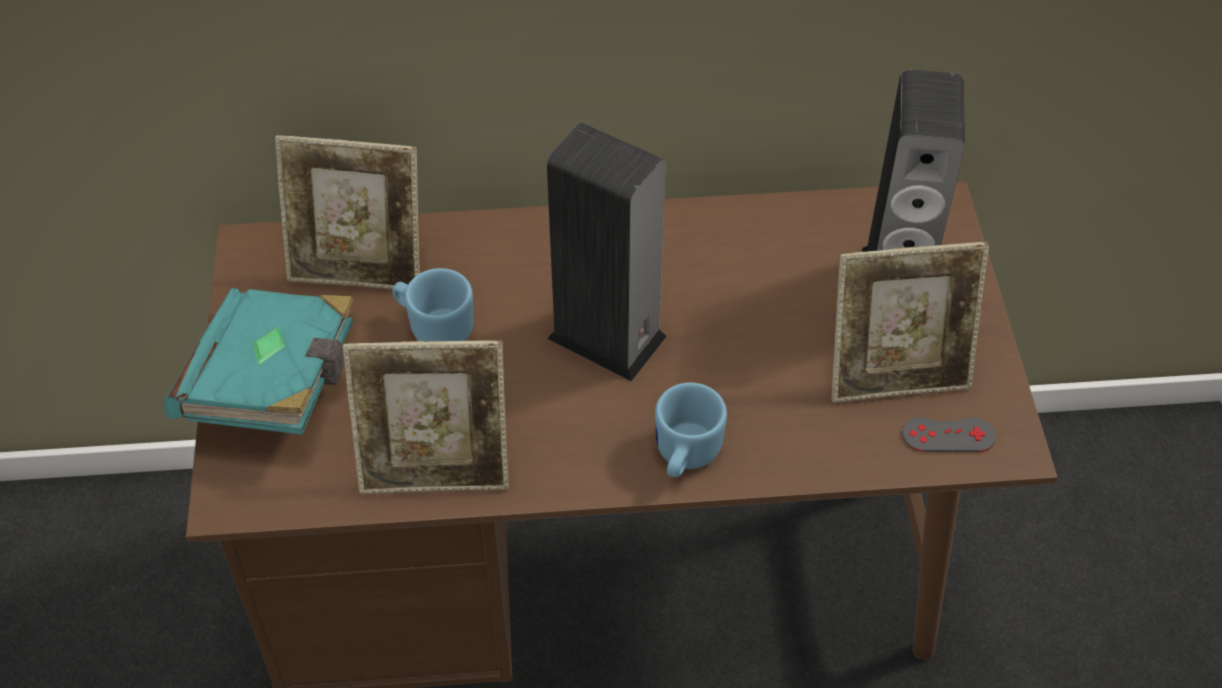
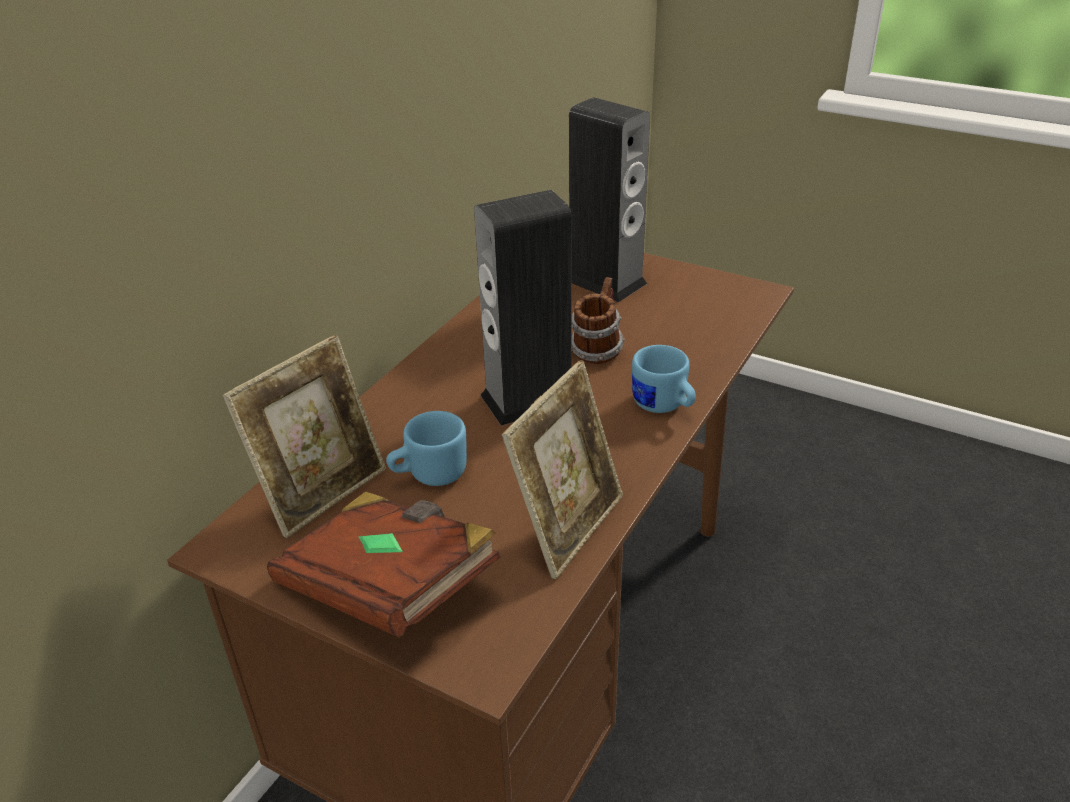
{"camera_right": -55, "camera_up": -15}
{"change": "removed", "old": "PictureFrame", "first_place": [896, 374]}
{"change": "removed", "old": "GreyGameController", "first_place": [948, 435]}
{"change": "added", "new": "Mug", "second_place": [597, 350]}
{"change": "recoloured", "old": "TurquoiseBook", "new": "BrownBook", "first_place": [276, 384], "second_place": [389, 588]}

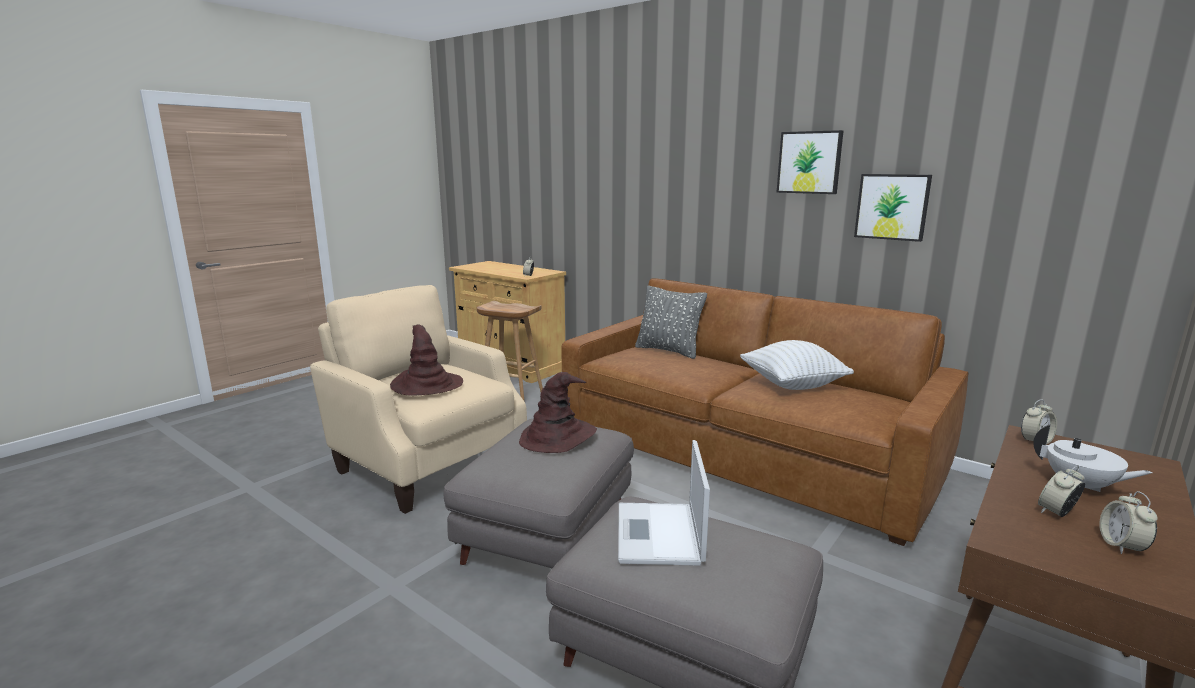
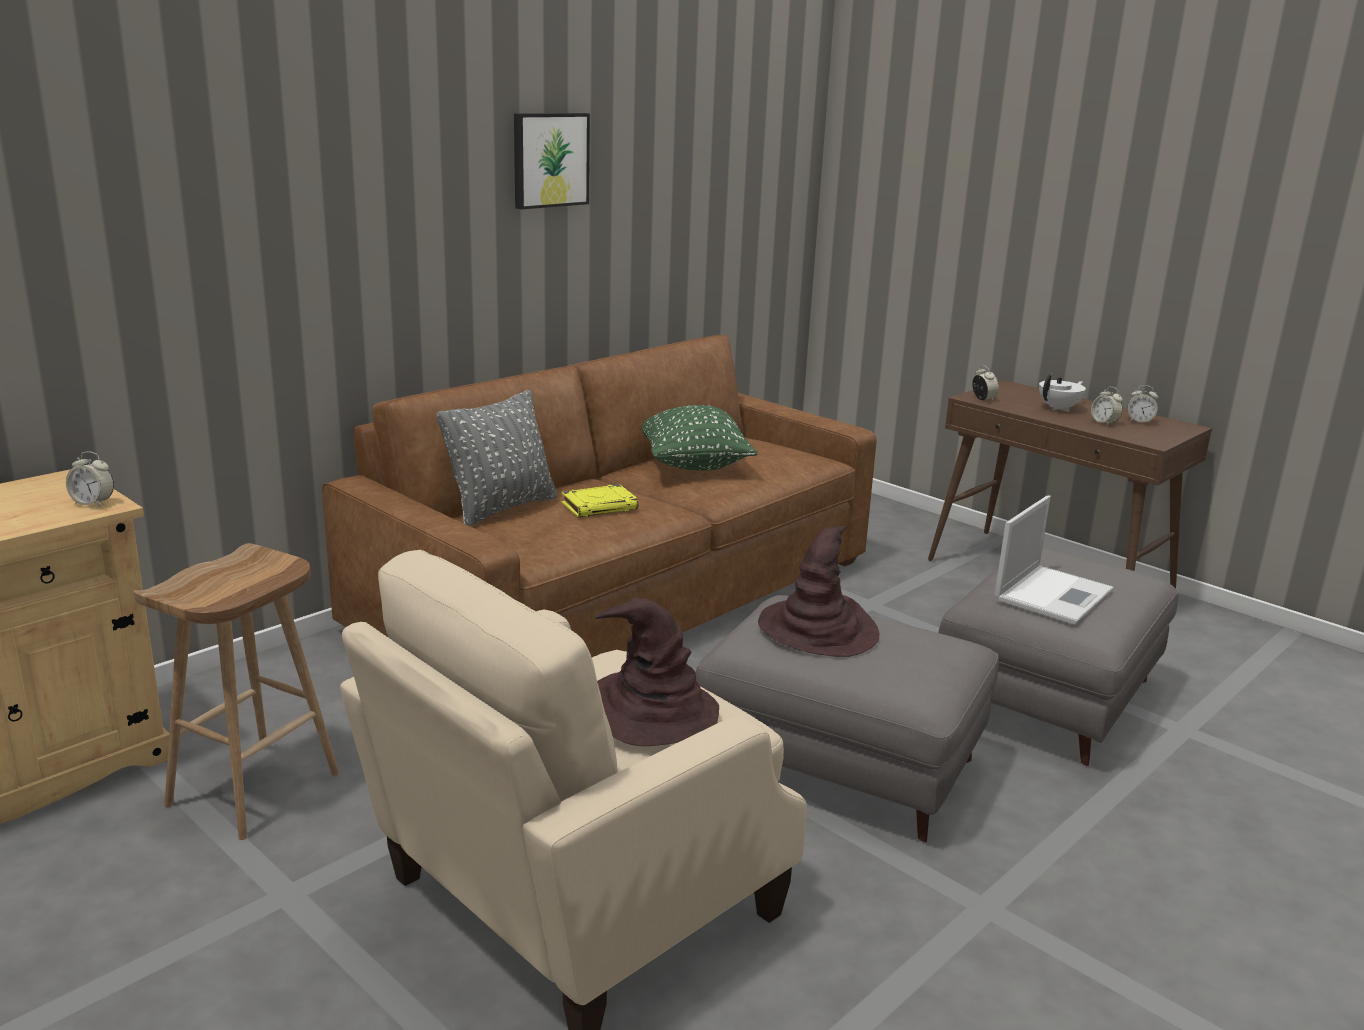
{"camera_right": -85, "camera_up": 5}
{"change": "removed", "old": "Picture", "first_place": [892, 206]}
{"change": "added", "new": "YellowBook", "second_place": [600, 506]}
{"change": "recoloured", "old": "WhitePillow", "new": "GreenPillow", "first_place": [792, 384], "second_place": [693, 465]}
{"change": "turned", "old": "Laptop", "first_place": [659, 535], "second_place": [1054, 594], "degrees": -60}

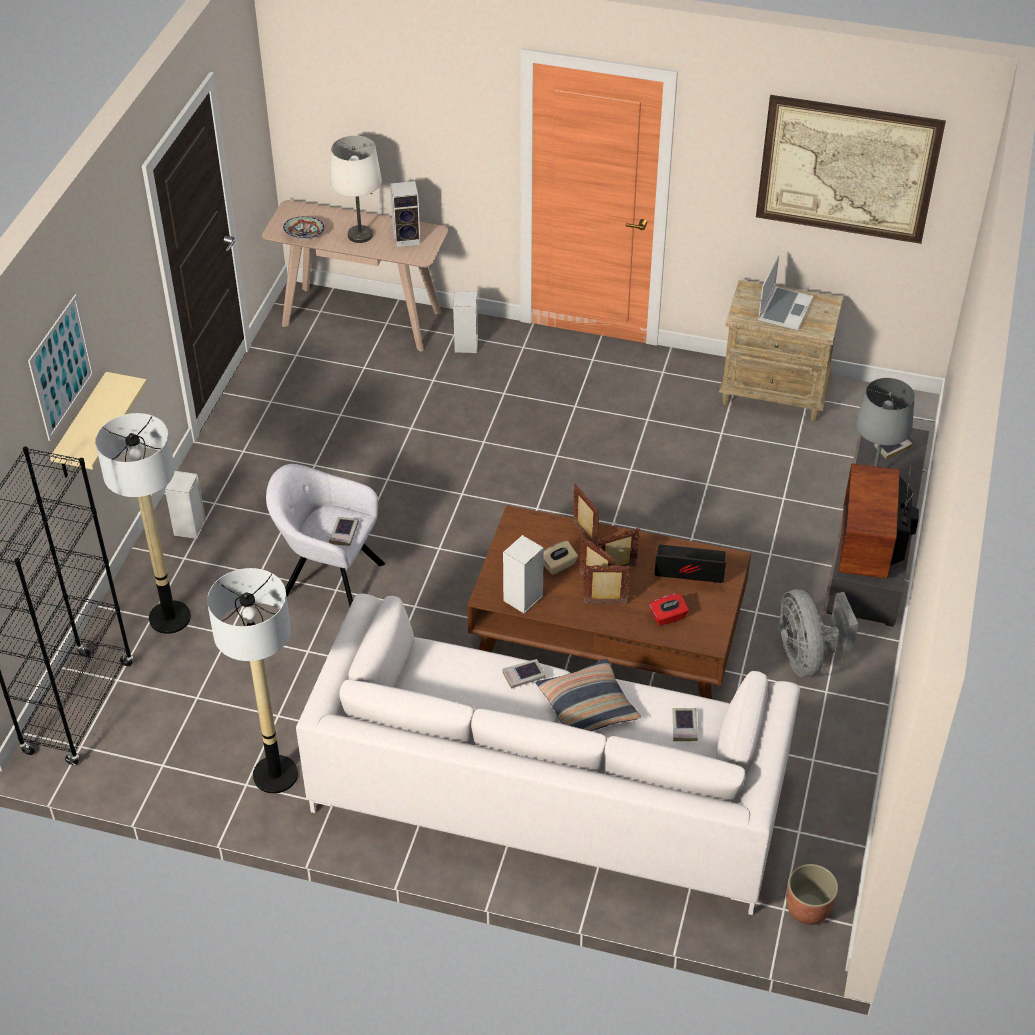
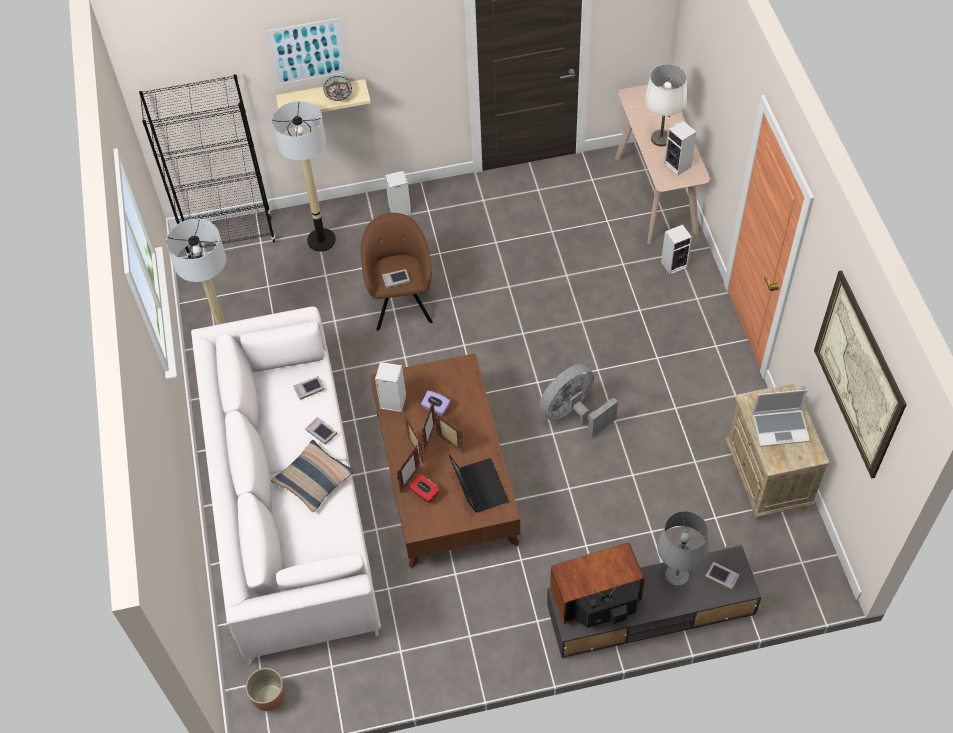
{"camera_right": 65, "camera_up": 10}
{"change": "moved", "old": "Bowl", "first_place": [304, 236], "second_place": [339, 95]}
{"change": "moved", "old": "PictureFrame", "first_place": [584, 535], "second_place": [409, 480]}
{"change": "moved", "old": "Book", "first_place": [684, 726], "second_place": [309, 389]}
{"change": "moved", "old": "GreyFan", "first_place": [806, 657], "second_place": [573, 414]}
{"change": "recoloured", "old": "GreyArmchair", "new": "BrownArmchair", "first_place": [328, 578], "second_place": [400, 300]}
{"change": "recoloured", "old": "BeigeTissueBox", "new": "PurpleTissueBox", "first_place": [558, 565], "second_place": [436, 408]}

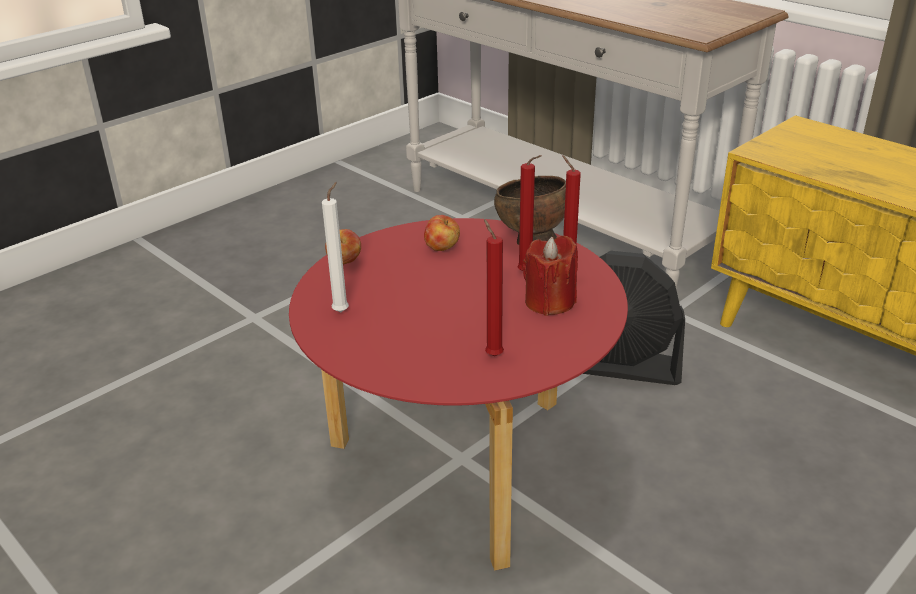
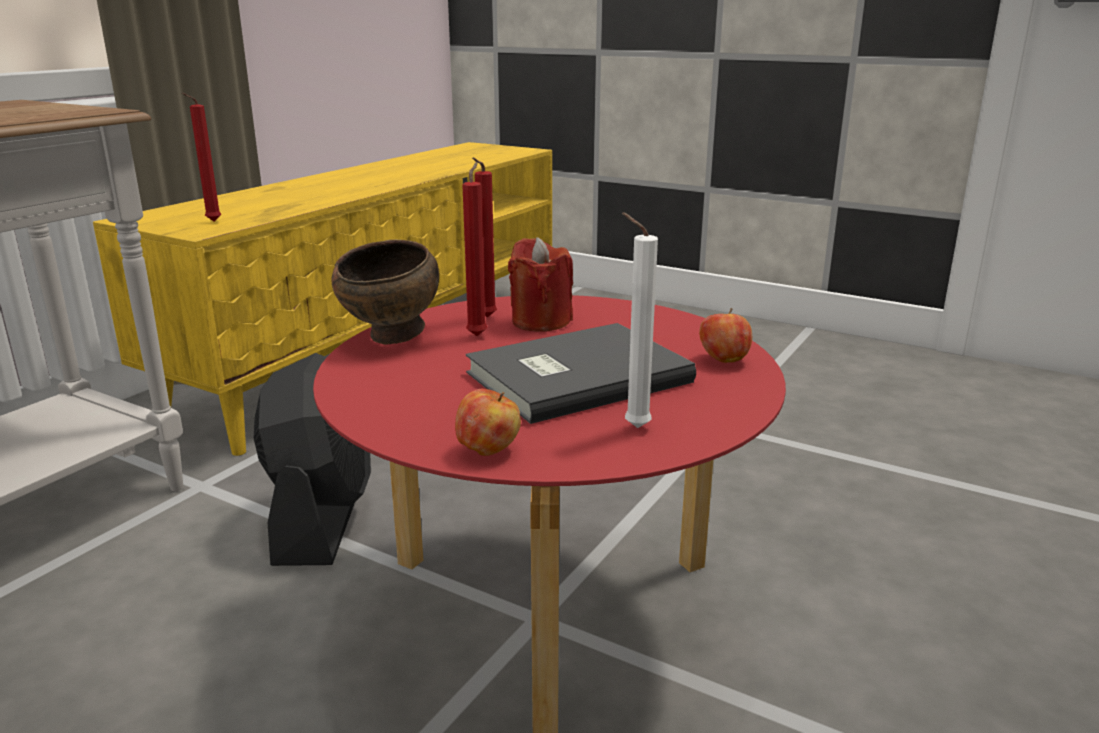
{"camera_right": -105, "camera_up": -10}
{"change": "added", "new": "GreyBook", "second_place": [573, 376]}
{"change": "moved", "old": "Apple", "first_place": [442, 248], "second_place": [723, 360]}
{"change": "moved", "old": "RedCandle", "first_place": [492, 354], "second_place": [211, 222]}

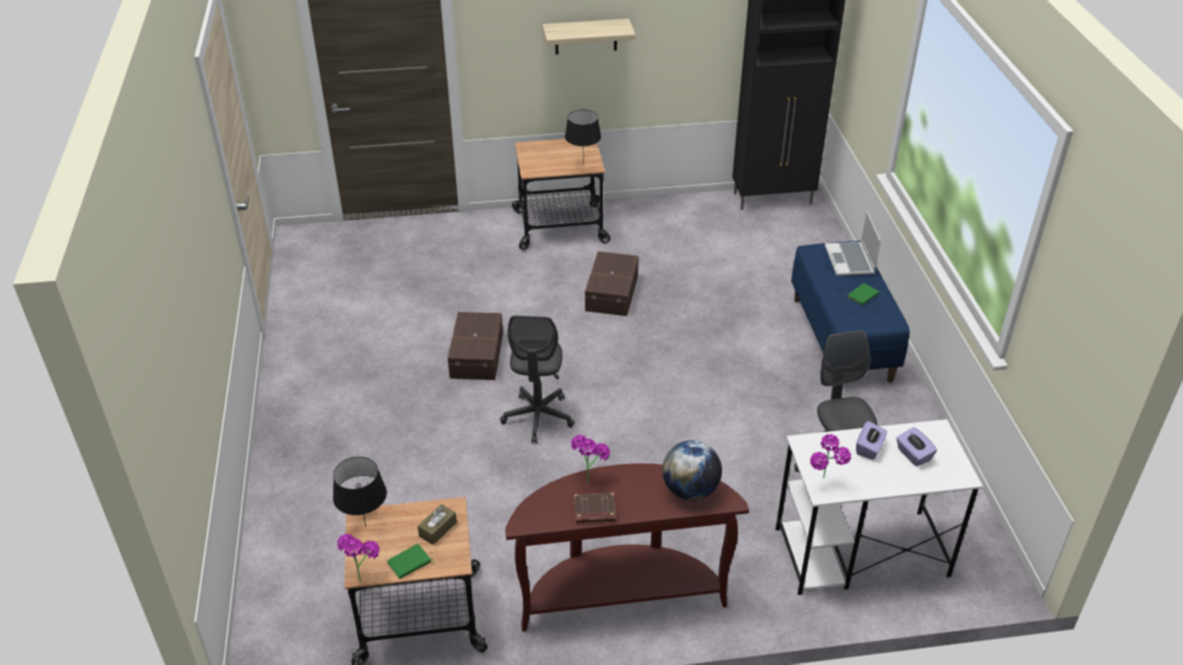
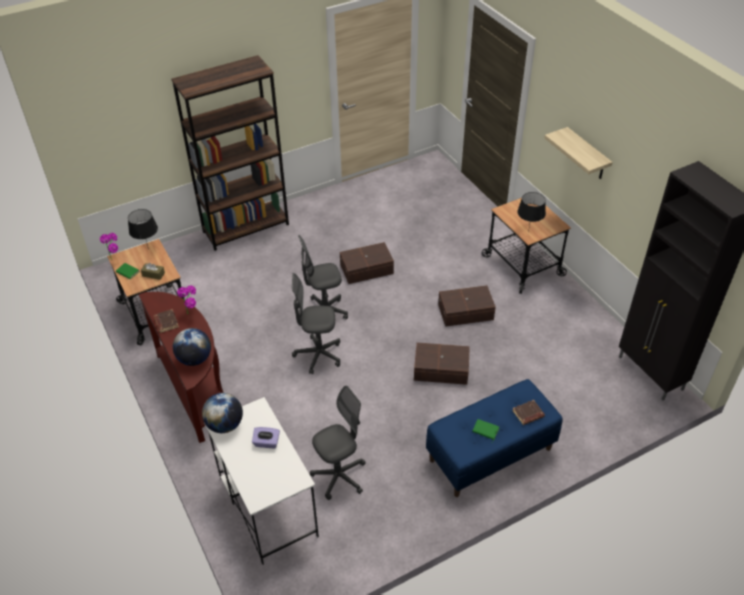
{"camera_right": 70, "camera_up": 5}
{"change": "removed", "old": "PurpleTissueBox", "first_place": [913, 455]}
{"change": "added", "new": "BrownBookcase", "second_place": [246, 228]}
{"change": "added", "new": "GreyOfficeChair", "second_place": [318, 355]}
{"change": "added", "new": "BrownStorageBox", "second_place": [441, 370]}
{"change": "replaced", "old": "PottedPlant", "new": "Globe", "first_place": [825, 483], "second_place": [225, 425]}
{"change": "replaced", "old": "Laptop", "new": "BrownBook", "first_place": [850, 261], "second_place": [528, 414]}

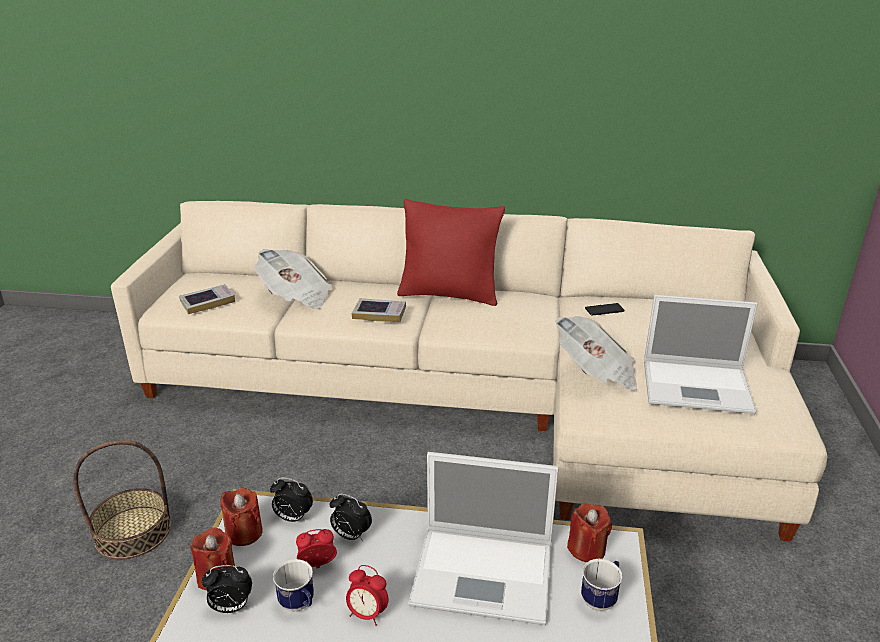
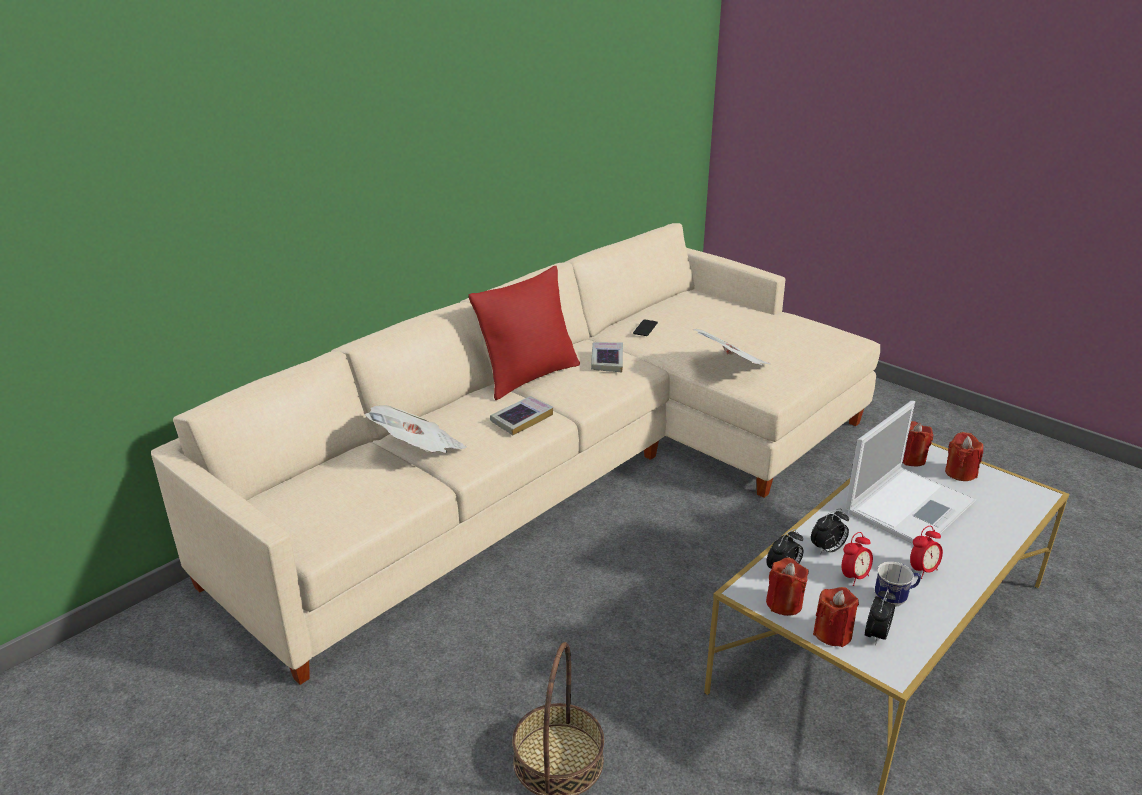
{"camera_right": -55, "camera_up": 0}
{"change": "removed", "old": "Laptop", "first_place": [698, 386]}
{"change": "moved", "old": "Book", "first_place": [207, 302], "second_place": [607, 361]}
{"change": "replaced", "old": "Mug", "new": "RedCandle", "first_place": [601, 598], "second_place": [960, 473]}
{"change": "turned", "old": "AlarmClock", "first_place": [317, 566], "second_place": [854, 577], "degrees": -150}

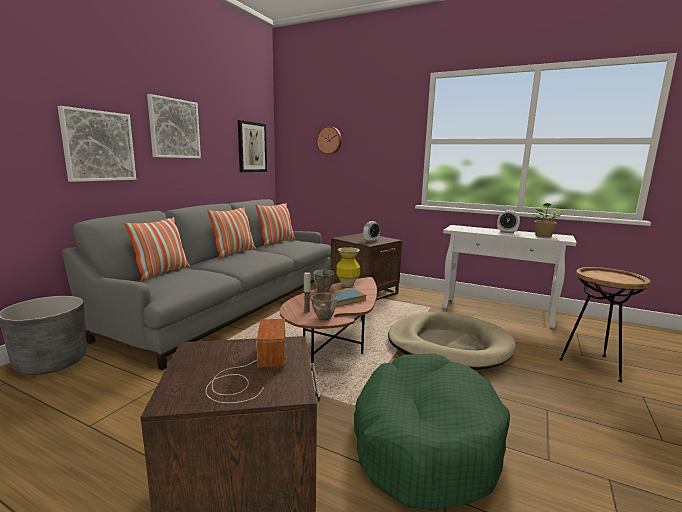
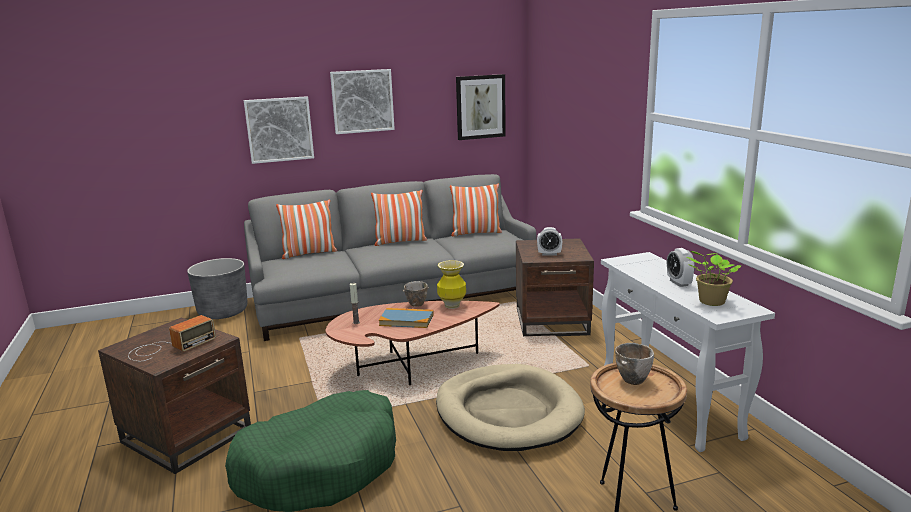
{"camera_right": 45, "camera_up": 5}
{"change": "removed", "old": "WallClock", "first_place": [329, 140]}
{"change": "moved", "old": "Bowl", "first_place": [324, 317], "second_place": [634, 380]}

